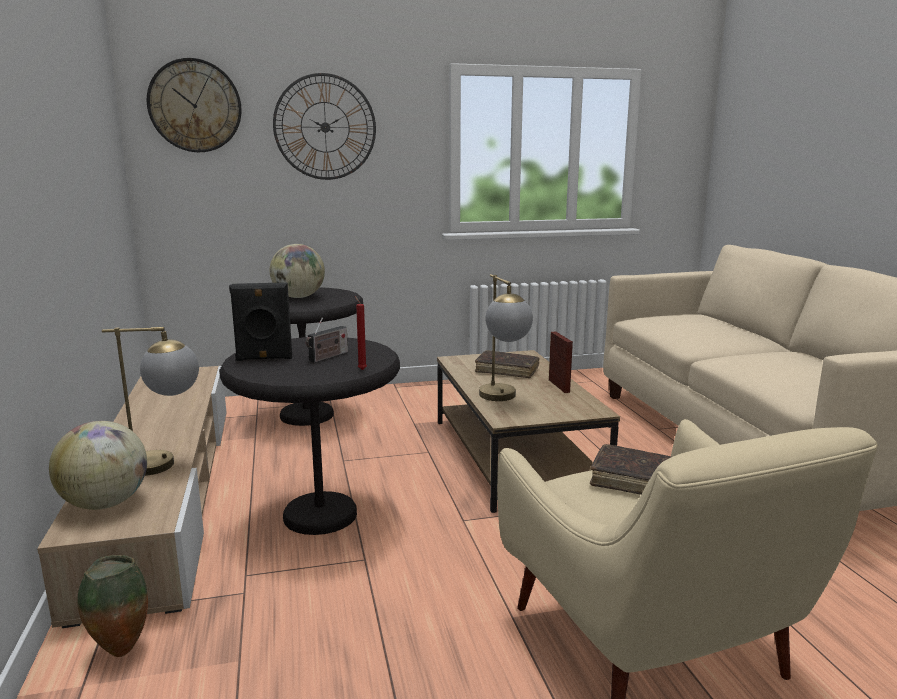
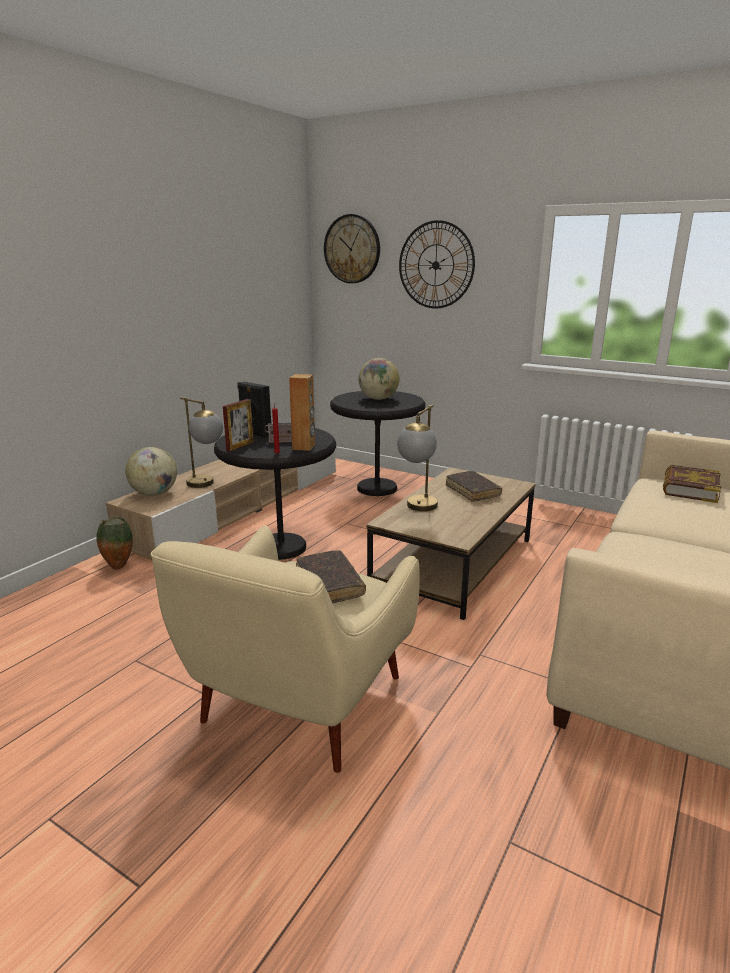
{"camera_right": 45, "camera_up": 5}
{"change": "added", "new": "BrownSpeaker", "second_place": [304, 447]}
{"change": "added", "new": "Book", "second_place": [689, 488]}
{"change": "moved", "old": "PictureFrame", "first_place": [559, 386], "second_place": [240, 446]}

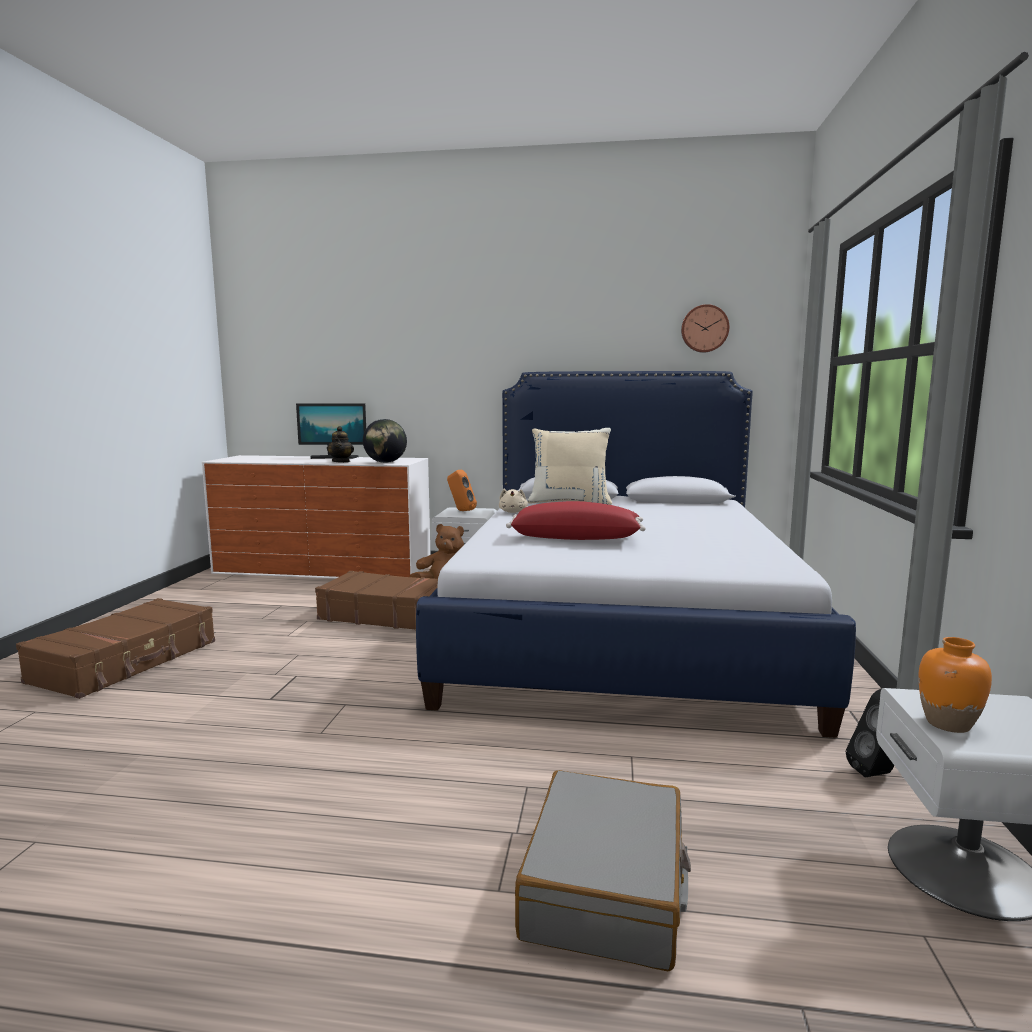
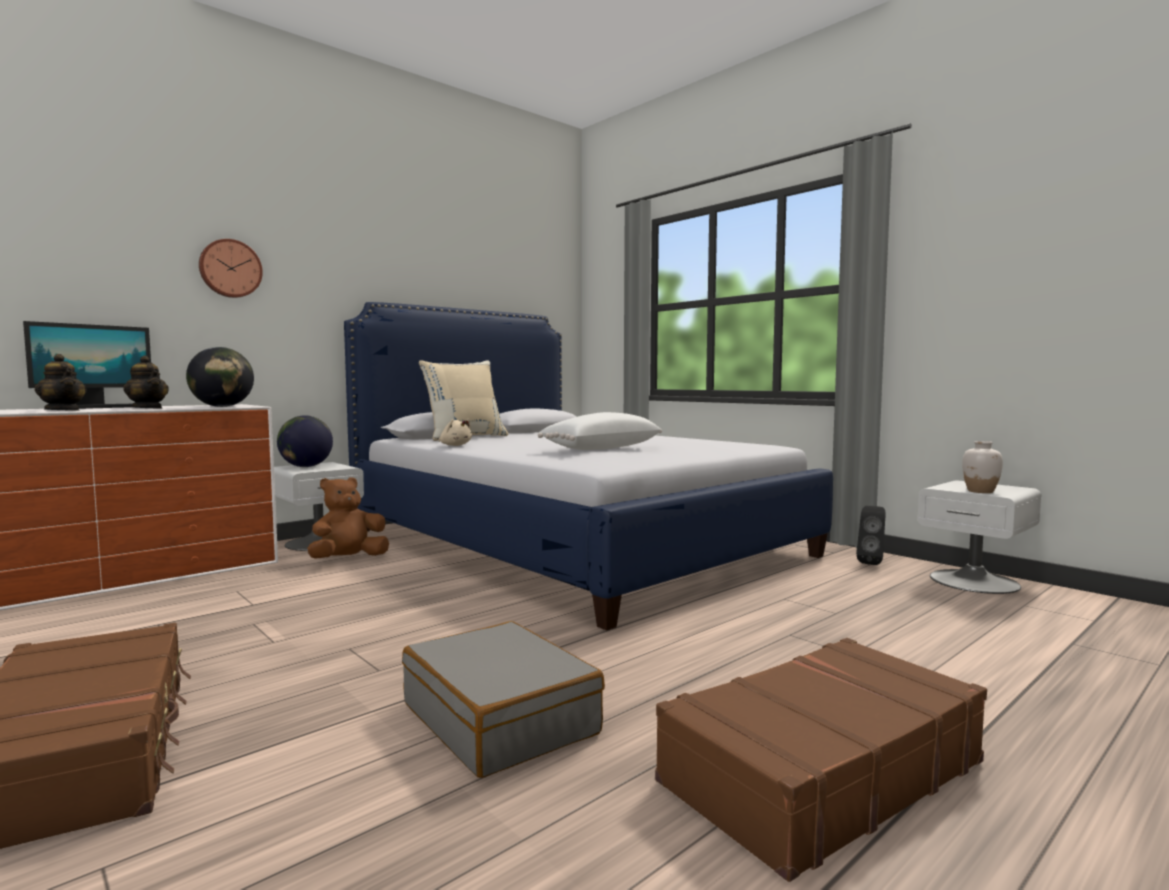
{"camera_right": -50, "camera_up": -5}
{"change": "added", "new": "Teapot", "second_place": [63, 410]}
{"change": "moved", "old": "BrownSuitcase", "first_place": [389, 615], "second_place": [819, 772]}
{"change": "moved", "old": "GreySuitcase", "first_place": [606, 887], "second_place": [500, 718]}
{"change": "moved", "old": "WallClock", "first_place": [704, 328], "second_place": [230, 268]}
{"change": "replaced", "old": "OrangeSpeaker", "new": "Globe", "first_place": [461, 511], "second_place": [306, 466]}
{"change": "recoloured", "old": "RedPillow", "new": "WhitePillow", "first_place": [576, 538], "second_place": [600, 448]}
{"change": "recoloured", "old": "OrangeVase", "new": "WhiteVase", "first_place": [948, 724], "second_place": [980, 491]}

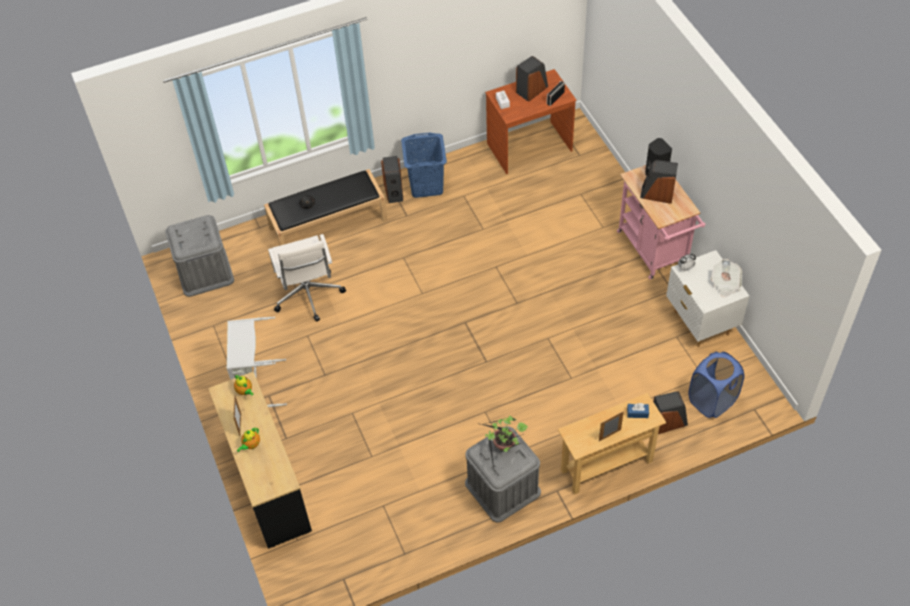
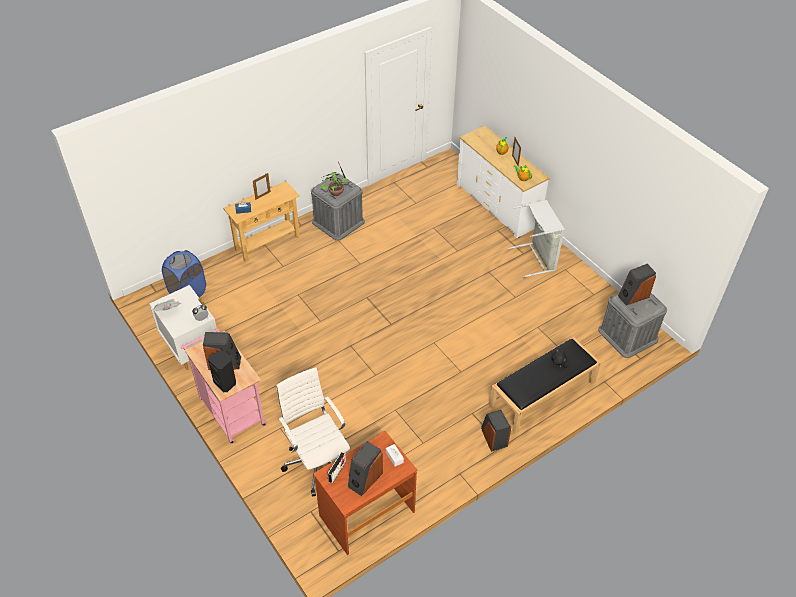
{"camera_right": 165, "camera_up": -5}
{"change": "removed", "old": "BlueLaundryBasket", "first_place": [426, 185]}
{"change": "moved", "old": "WhiteOfficeChair", "first_place": [308, 295], "second_place": [317, 461]}
{"change": "moved", "old": "Speaker", "first_place": [668, 422], "second_place": [633, 296]}
{"change": "recoloured", "old": "BlackDresser", "new": "WhiteDresser", "first_place": [267, 482], "second_place": [497, 205]}

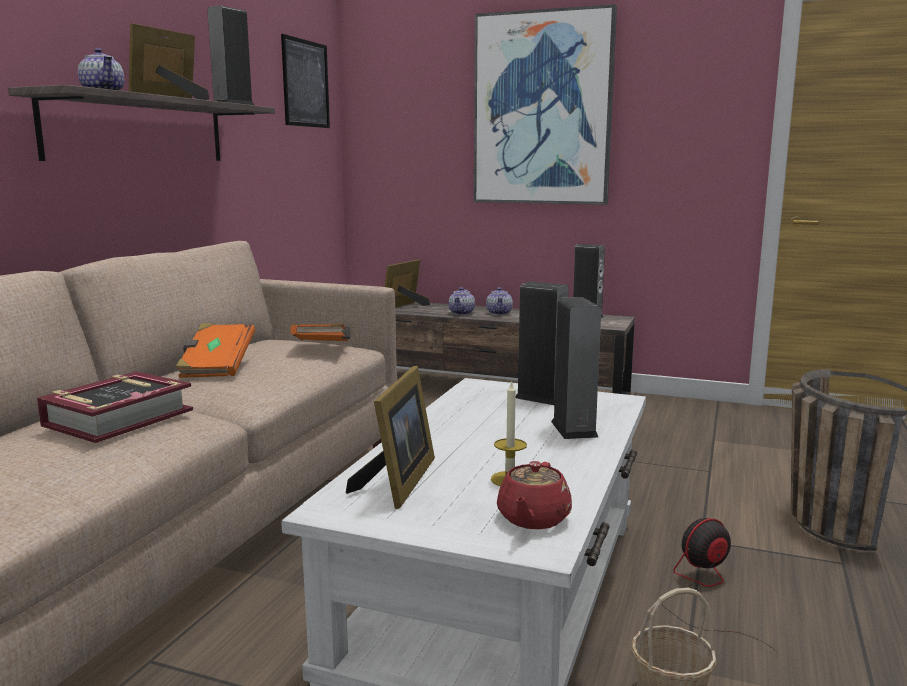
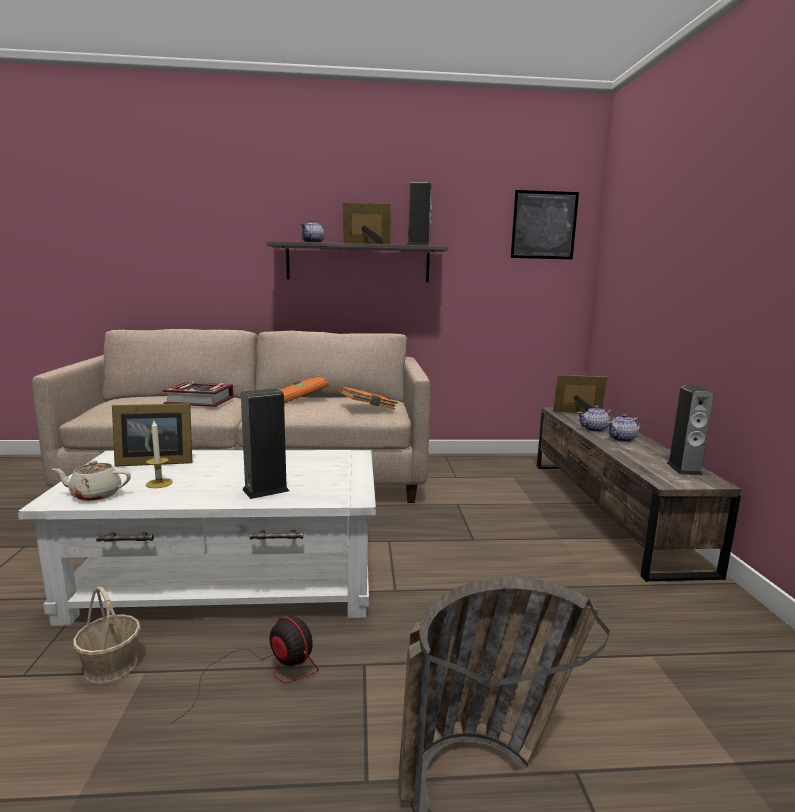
{"camera_right": 65, "camera_up": 0}
{"change": "removed", "old": "Picture", "first_place": [542, 109]}
{"change": "removed", "old": "Speaker", "first_place": [541, 397]}
{"change": "recoloured", "old": "RedTeapot", "new": "BeigeTeapot", "first_place": [533, 519], "second_place": [95, 495]}

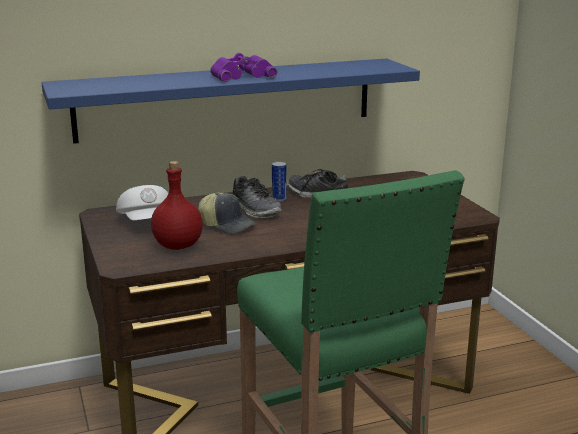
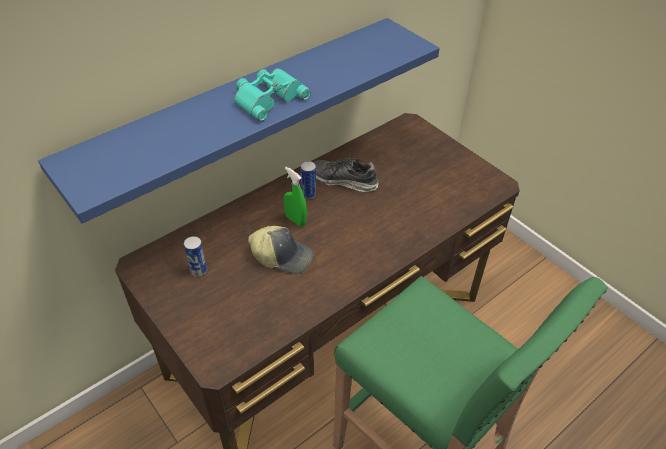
{"camera_right": -20, "camera_up": 25}
{"change": "removed", "old": "RedBottle", "first_place": [179, 245]}
{"change": "replaced", "old": "WhiteCap", "new": "Can", "first_place": [147, 222], "second_place": [198, 271]}
{"change": "replaced", "old": "Shoe", "new": "GreenSprayBottle", "first_place": [255, 210], "second_place": [295, 220]}
{"change": "recoloured", "old": "PurpleBinoculars", "new": "TurquoiseBinoculars", "first_place": [241, 76], "second_place": [268, 97]}

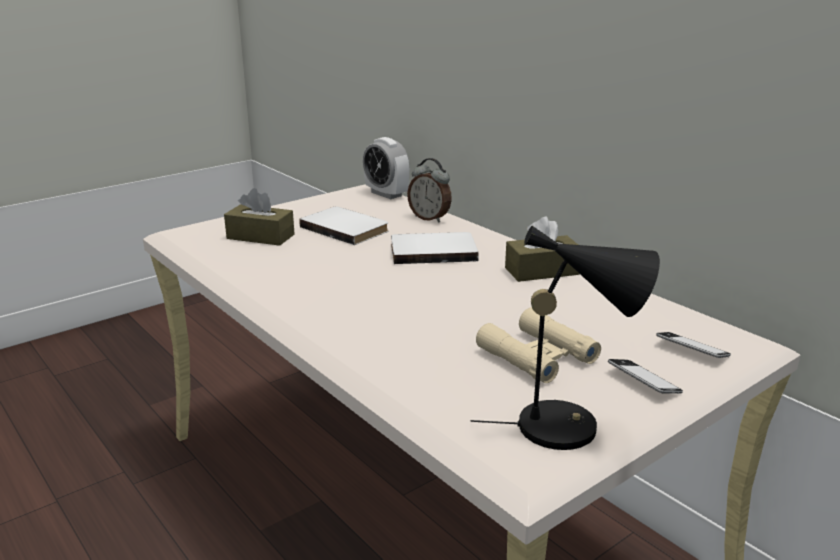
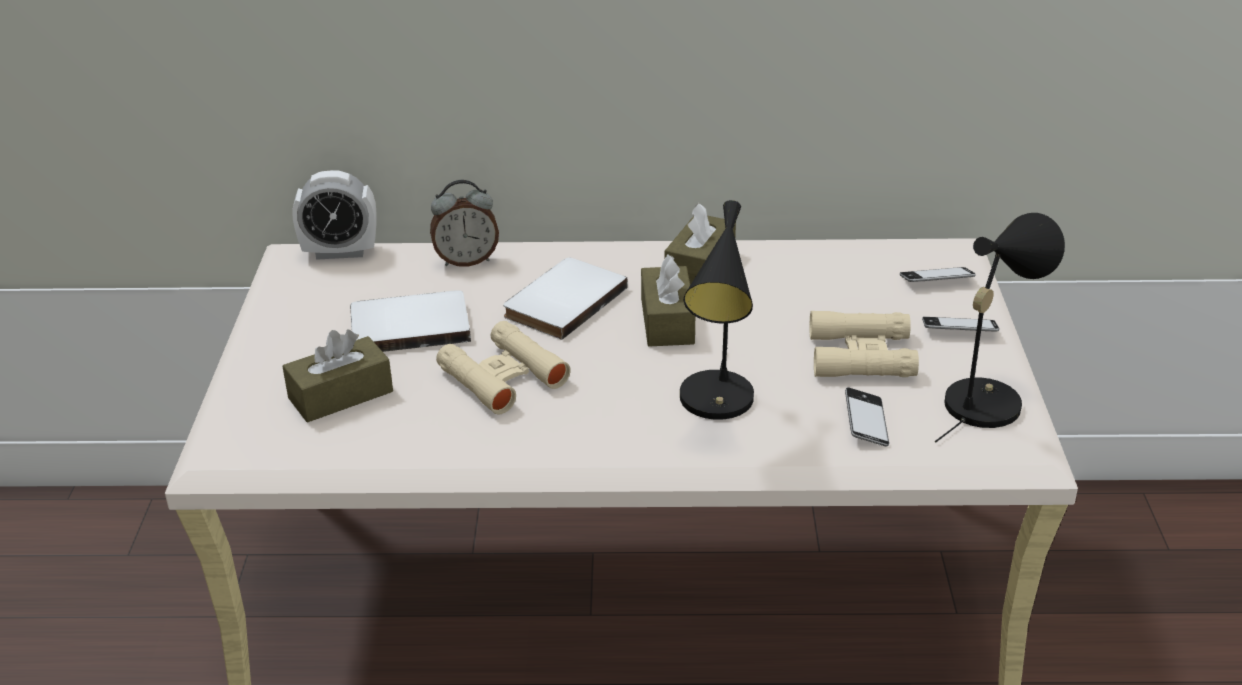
{"camera_right": -50, "camera_up": 10}
{"change": "added", "new": "BeigeBinoculars", "second_place": [503, 377]}
{"change": "added", "new": "BrownTissueBox", "second_place": [667, 321]}
{"change": "added", "new": "BlackTableLamp", "second_place": [718, 405]}
{"change": "added", "new": "Phone", "second_place": [866, 422]}

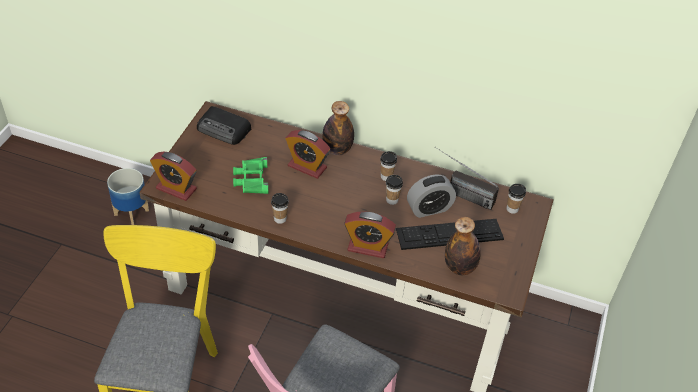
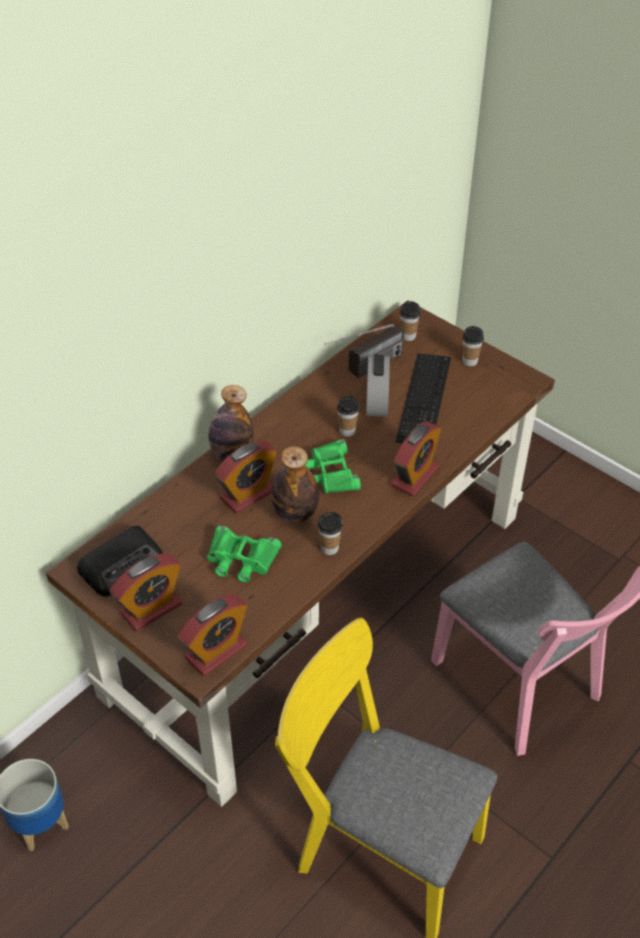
{"camera_right": -65, "camera_up": 0}
{"change": "added", "new": "AlarmClock", "second_place": [151, 608]}
{"change": "added", "new": "GreenBinoculars", "second_place": [330, 473]}
{"change": "moved", "old": "Cup", "first_place": [386, 177], "second_place": [470, 361]}
{"change": "moved", "old": "Bottle", "first_place": [460, 267], "second_place": [295, 513]}

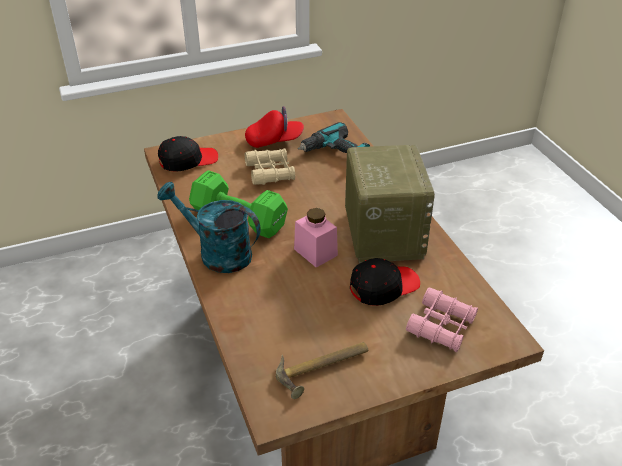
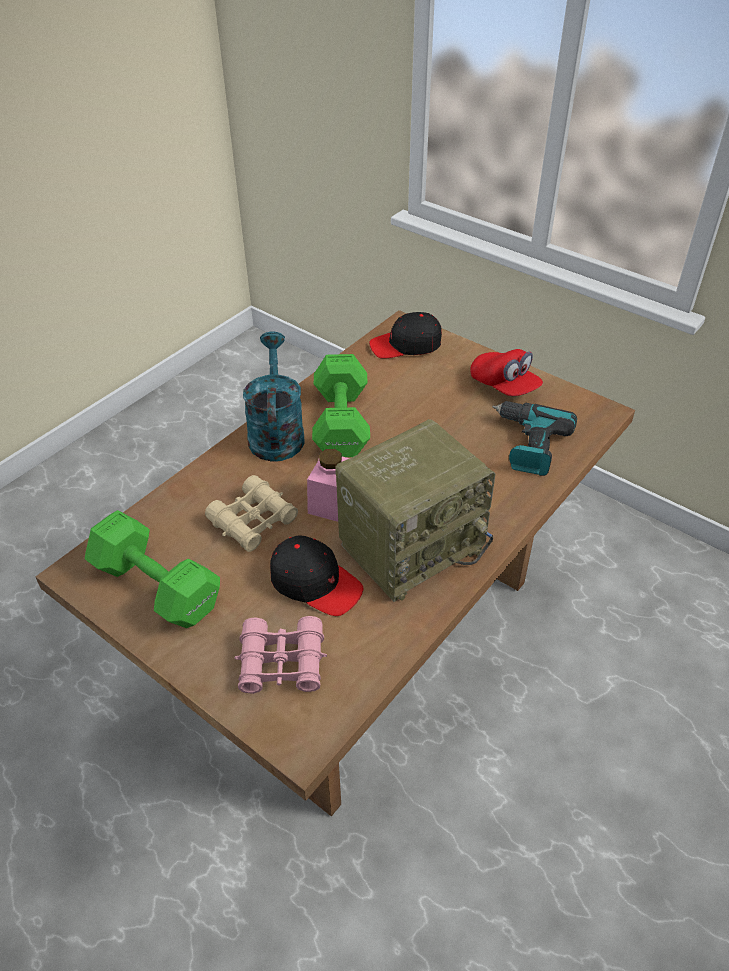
{"camera_right": 60, "camera_up": 5}
{"change": "moved", "old": "BeigeBinoculars", "first_place": [270, 172], "second_place": [253, 521]}
{"change": "replaced", "old": "Hammer", "new": "GreenDumbbell", "first_place": [324, 369], "second_place": [155, 584]}
{"change": "turned", "old": "BlackCap", "first_place": [188, 160], "second_place": [406, 345], "degrees": 135}

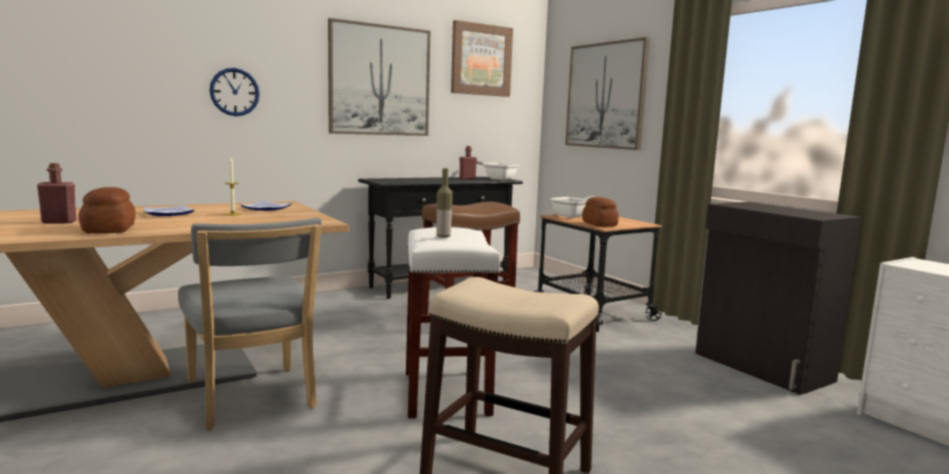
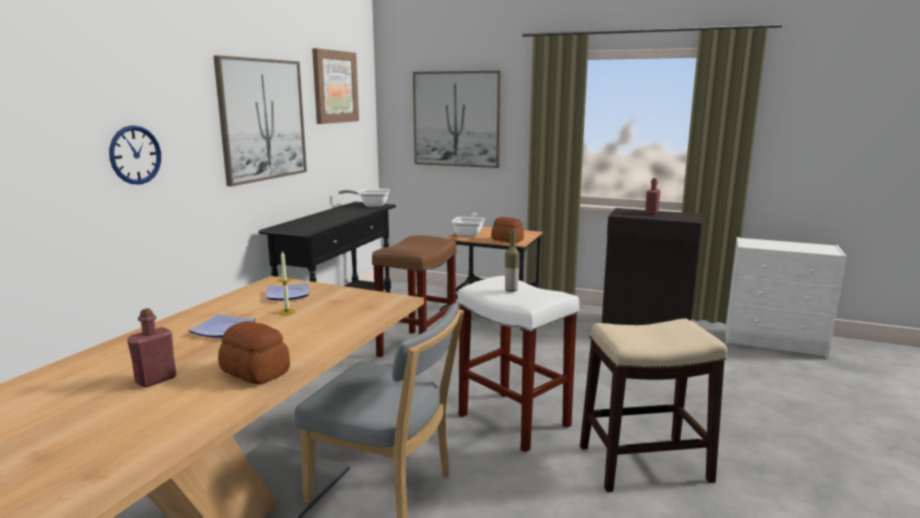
{"camera_right": -35, "camera_up": 5}
{"change": "moved", "old": "RedBottle", "first_place": [467, 179], "second_place": [651, 213]}

